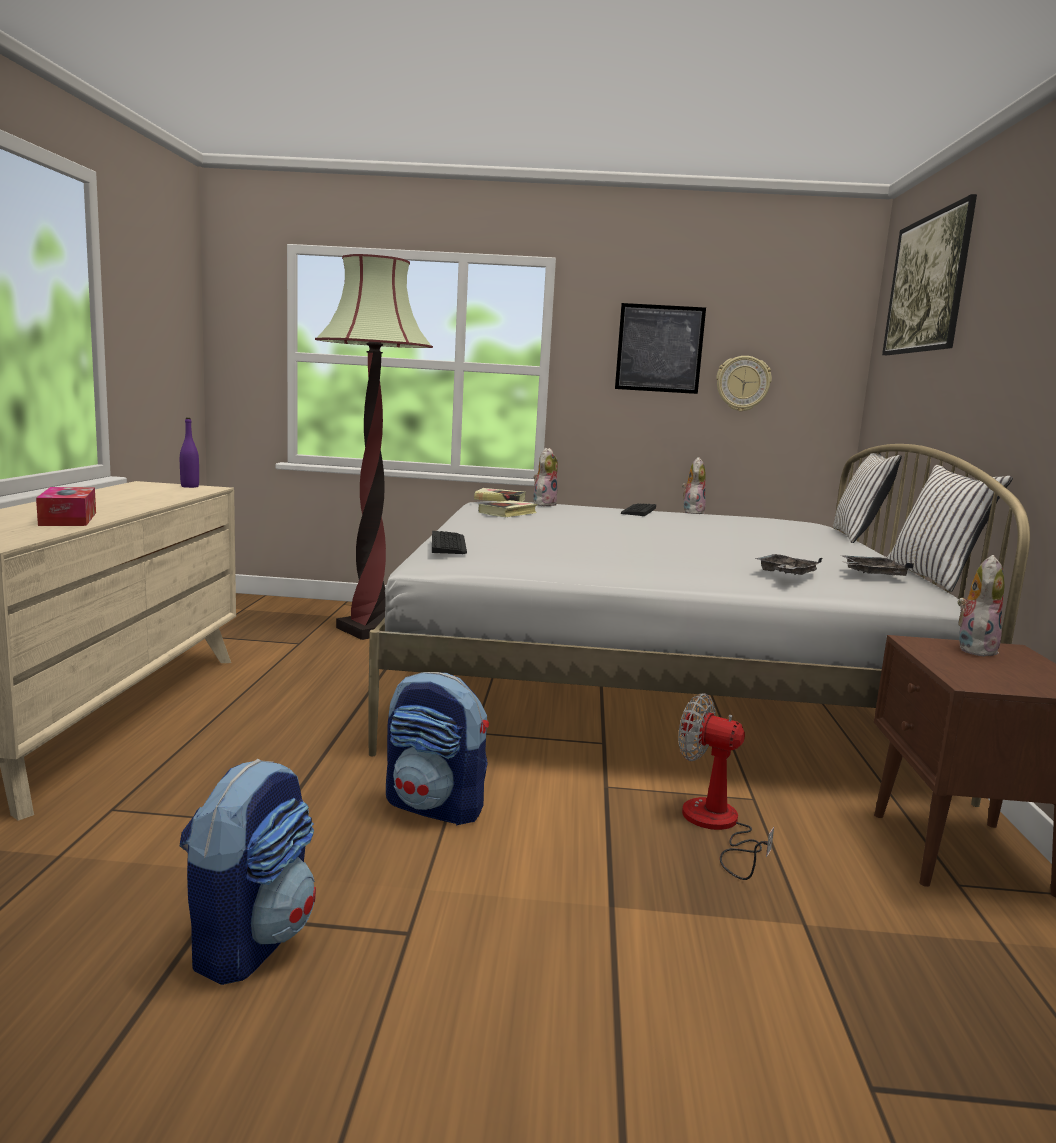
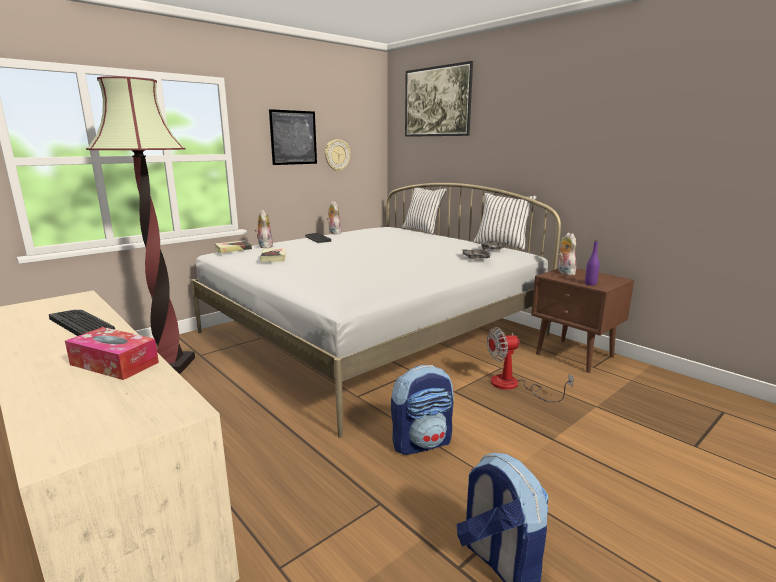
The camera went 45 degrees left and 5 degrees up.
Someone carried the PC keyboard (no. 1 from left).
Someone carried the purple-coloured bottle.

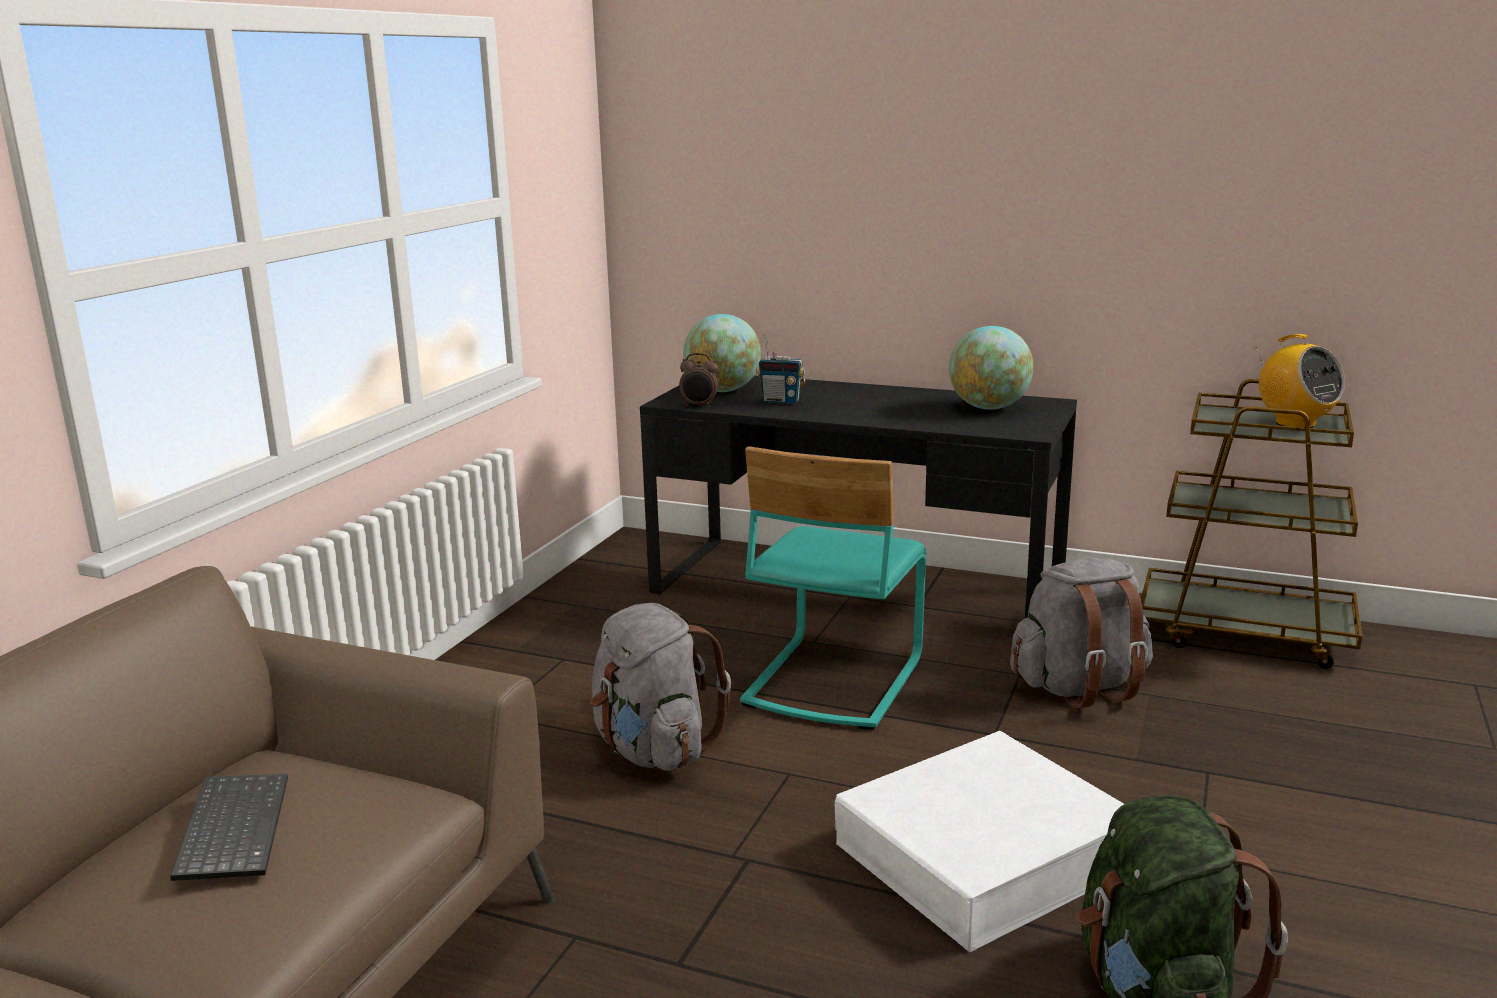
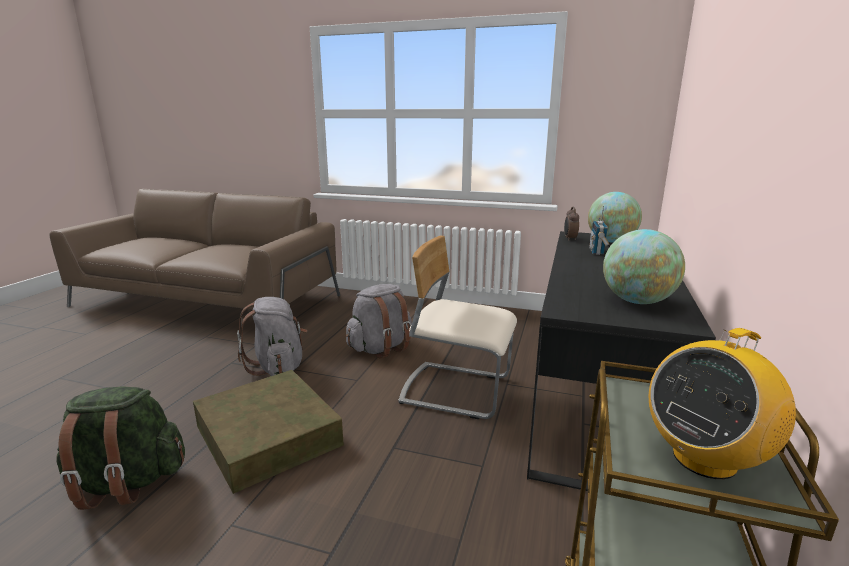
The camera went 85 degrees right and 0 degrees up.
Someone repainted the white-coloured storage box, which became the brown-coloured storage box.
Someone carried the grey backpack (no. 2 from left in the first image).
Someone repainted the turquoise-coloured upright chair, which became the sand-coloured upright chair.
Someone took away the PC keyboard.

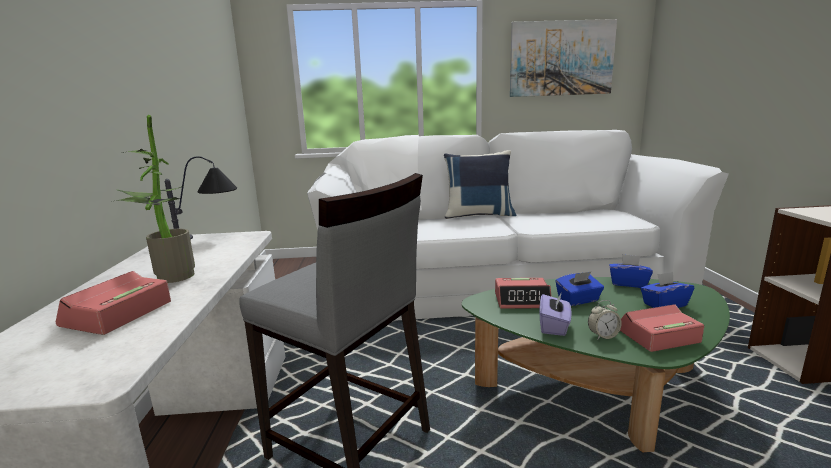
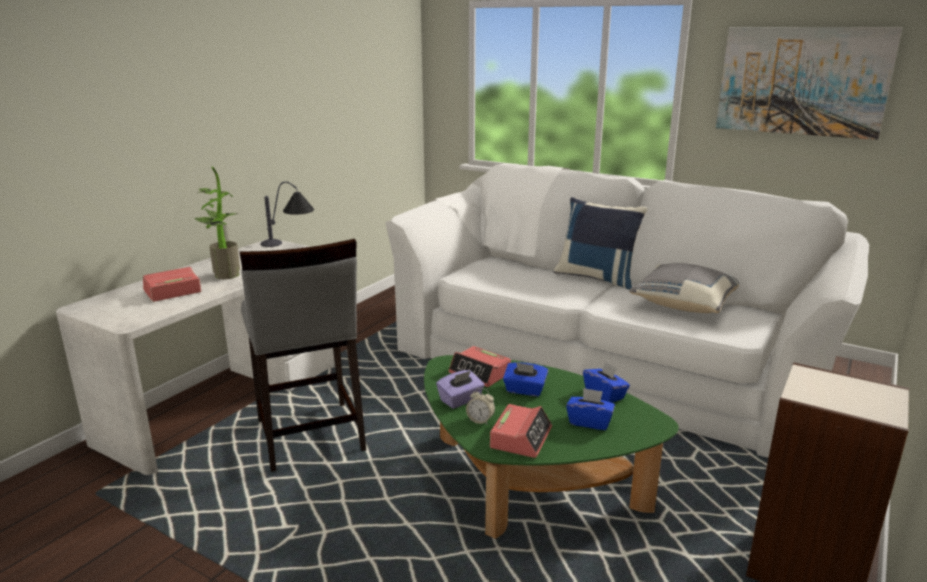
The camera went 35 degrees right and 5 degrees up.
Someone rotated the bedside clock (no. 4 from left) by 90 degrees clockwise.
Someone put down the grey cushion.

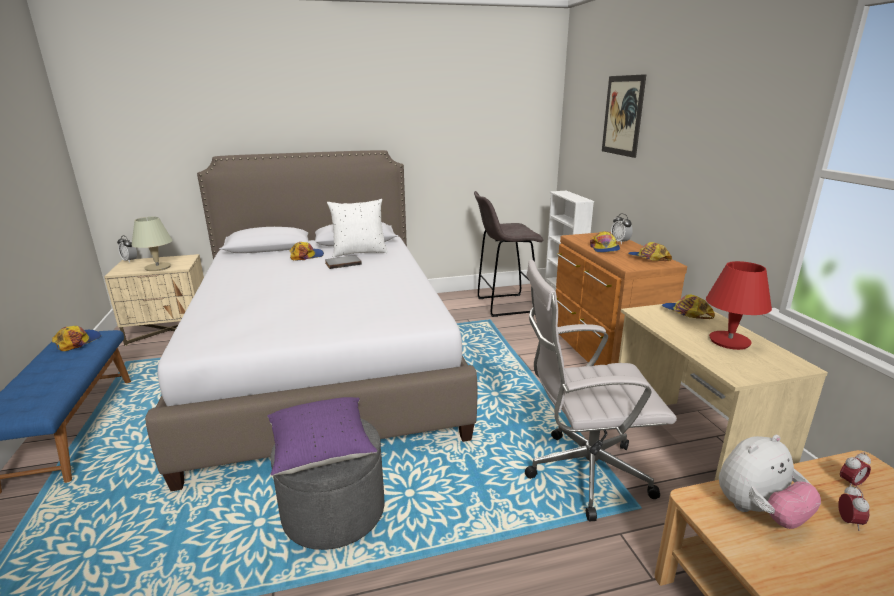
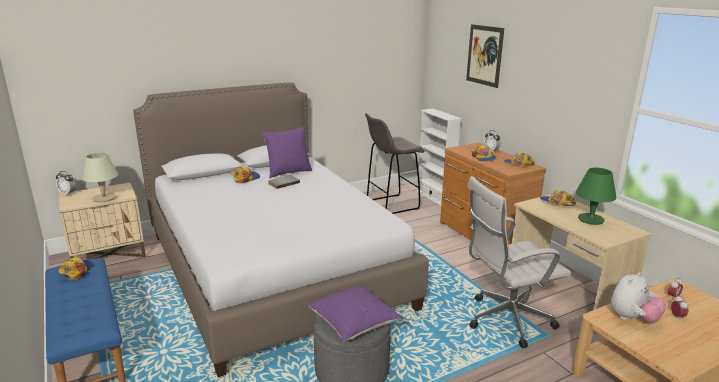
The camera went 15 degrees left and 0 degrees up.
Someone repainted the white-coloured cushion, which became the purple-coloured cushion (no. 1 from left).
Someone repainted the reddish lamp for a table, which became the green-coloured lamp for a table.

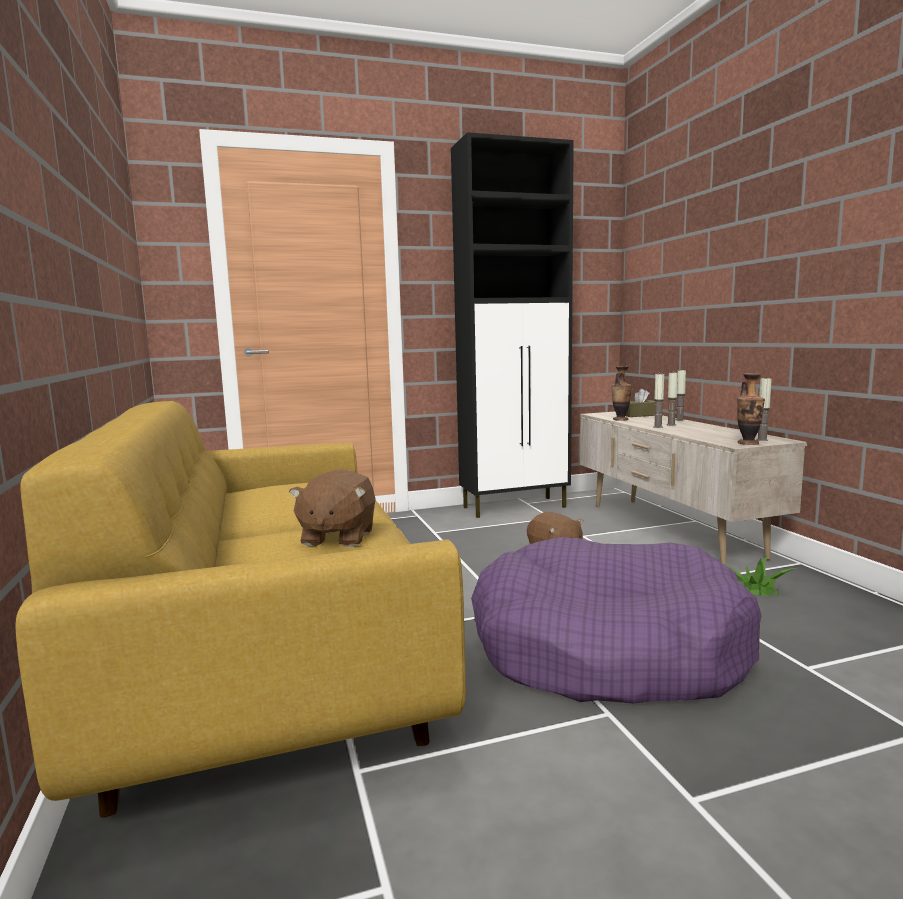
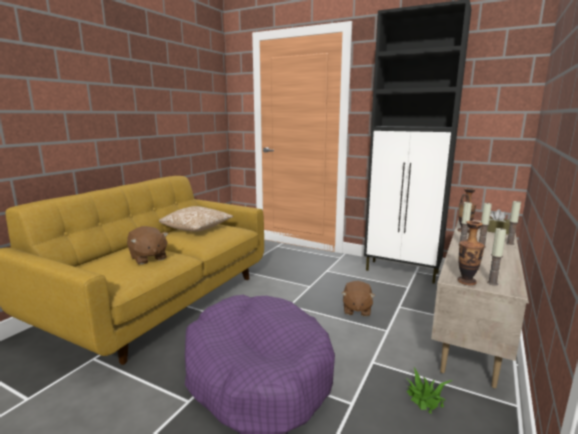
The camera went 45 degrees right and 5 degrees up.
Someone rotated the brown-coloured soft toy (no. 1 from left) by 90 degrees counterclockwise.
Someone put down the cushion.

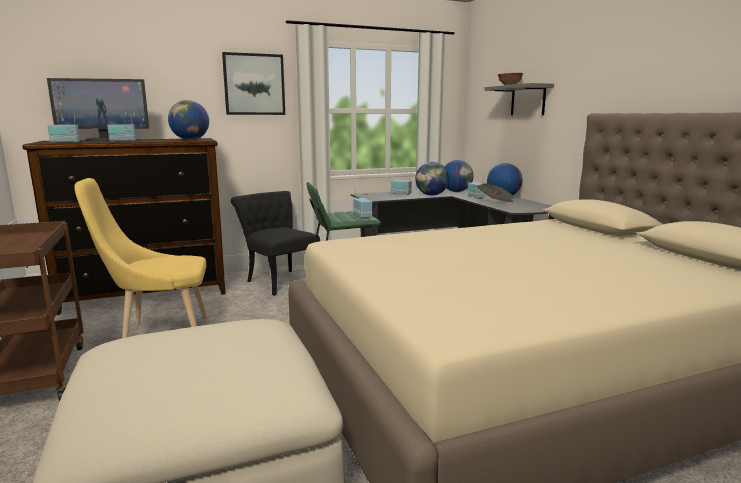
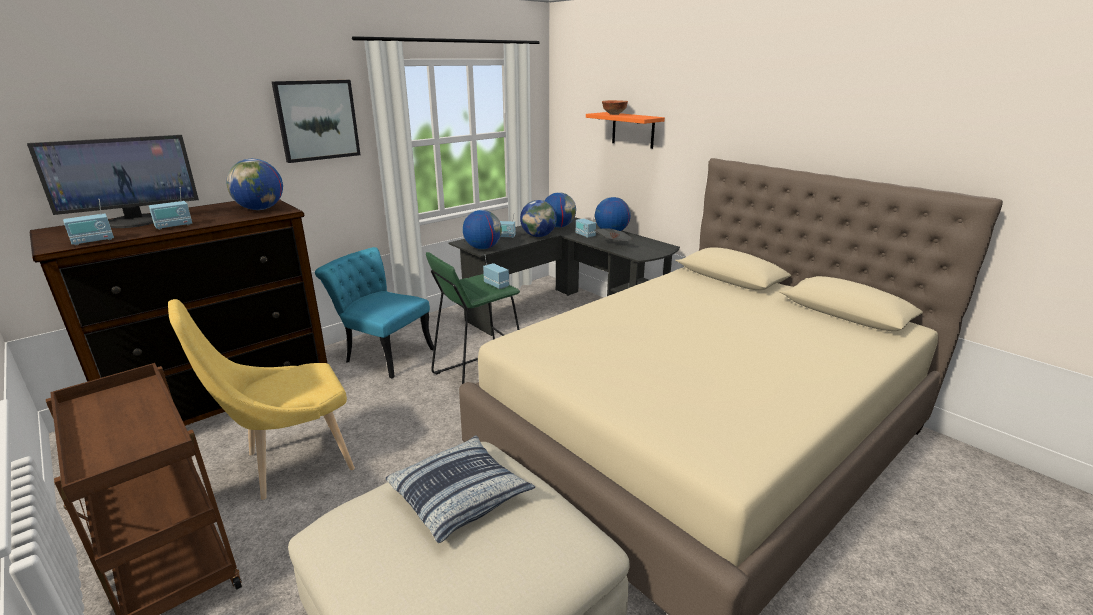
The camera went 20 degrees left and 10 degrees up.
Someone repainted the blackish upright chair, which became the turquoise-coloured upright chair.
Someone put down the cushion.
Someone put down the world globe (no. 2 from left).
Someone repainted the grey wall shelf, which became the orange wall shelf.

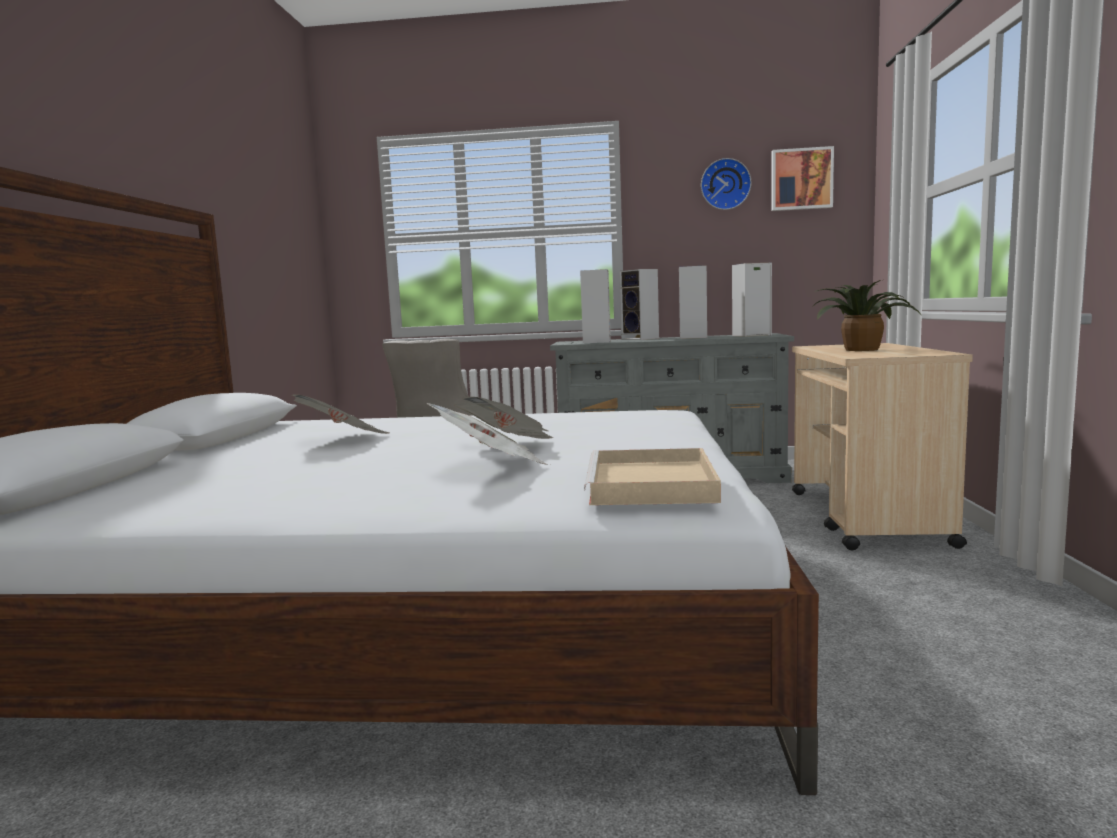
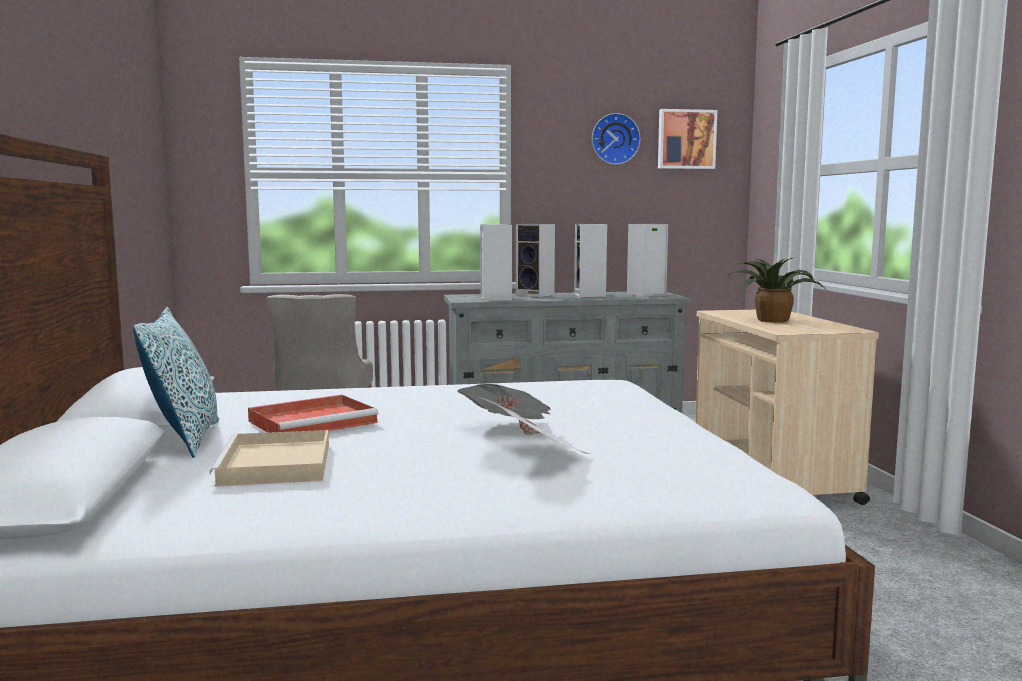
The camera went 15 degrees left and 0 degrees up.
Someone put down the cushion.
Someone carried the sand-coloured tray.
Someone swapped the newspaper (no. 1 from left) for the reddish tray.

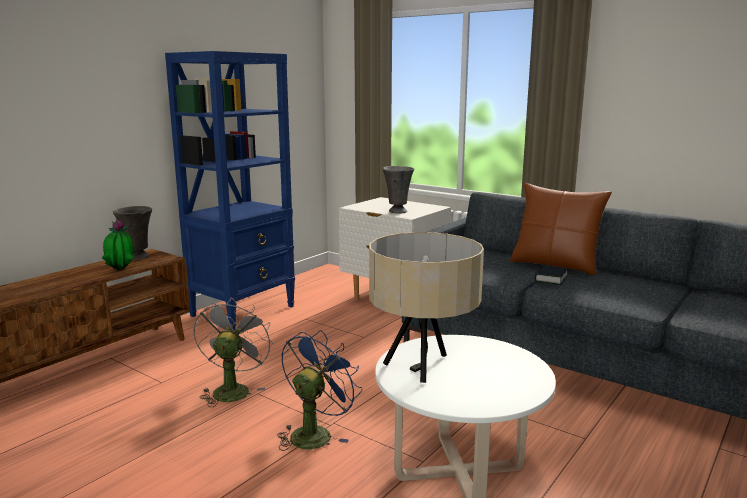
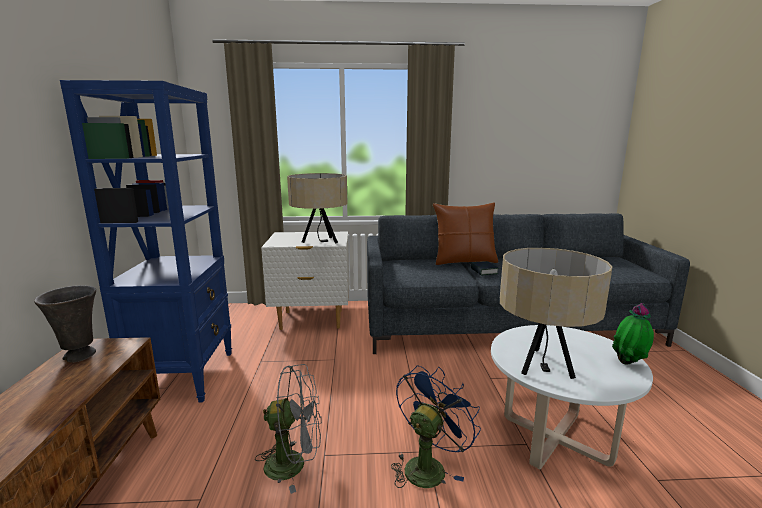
The camera went 40 degrees left and 0 degrees up.
Someone rotated the grey cooling fan by 120 degrees clockwise.
Someone swapped the grey decorative vase (no. 2 from left) for the sand-coloured lamp for a table (no. 1 from left).
Someone rotated the blue cooling fan by 45 degrees clockwise.
Someone carried the plant in a pot.

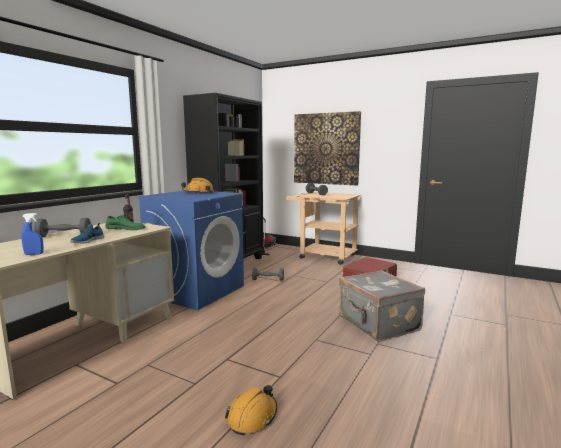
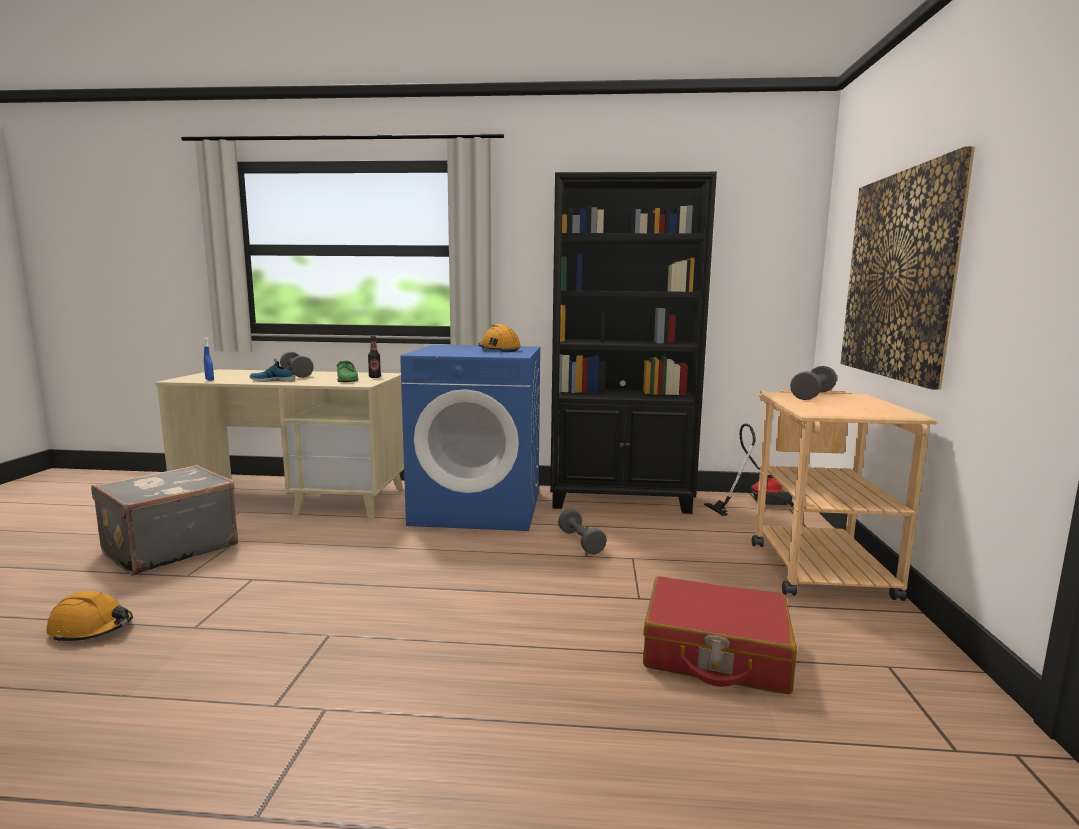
The camera went 65 degrees right and 0 degrees up.
Someone carried the grey travel case.

